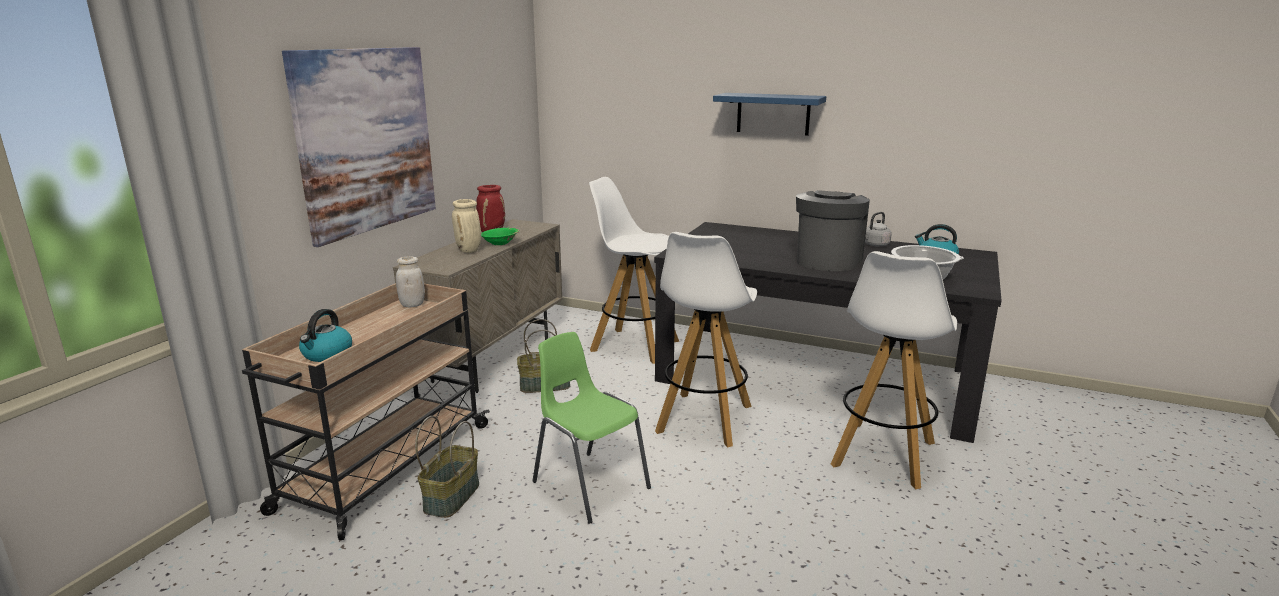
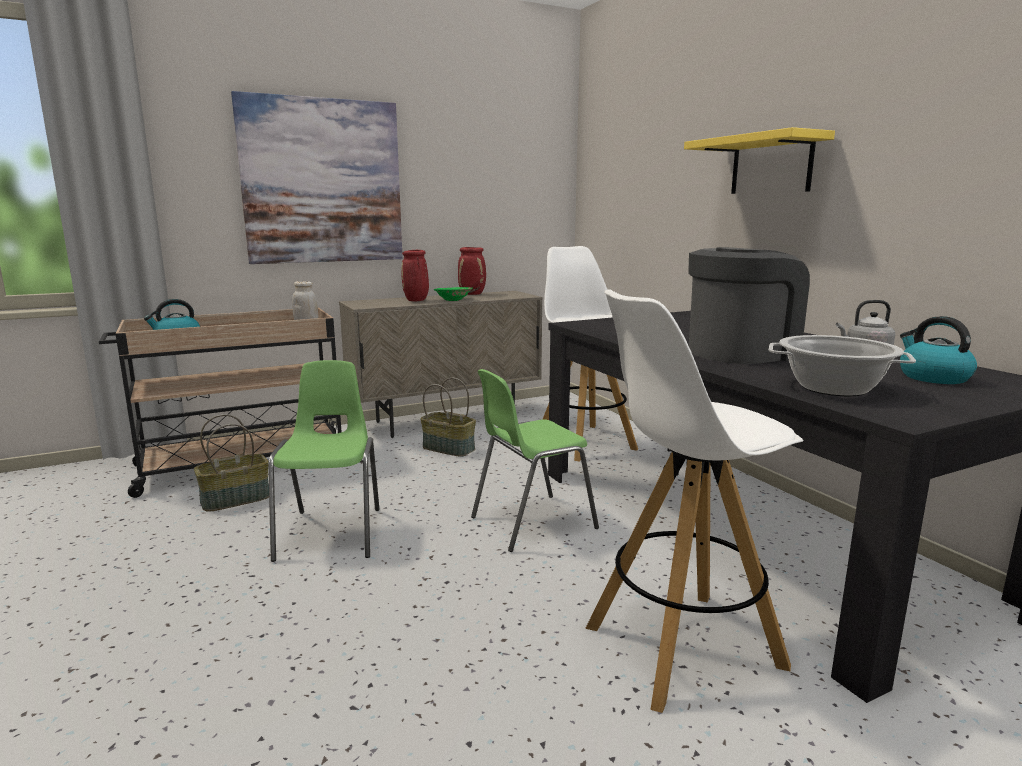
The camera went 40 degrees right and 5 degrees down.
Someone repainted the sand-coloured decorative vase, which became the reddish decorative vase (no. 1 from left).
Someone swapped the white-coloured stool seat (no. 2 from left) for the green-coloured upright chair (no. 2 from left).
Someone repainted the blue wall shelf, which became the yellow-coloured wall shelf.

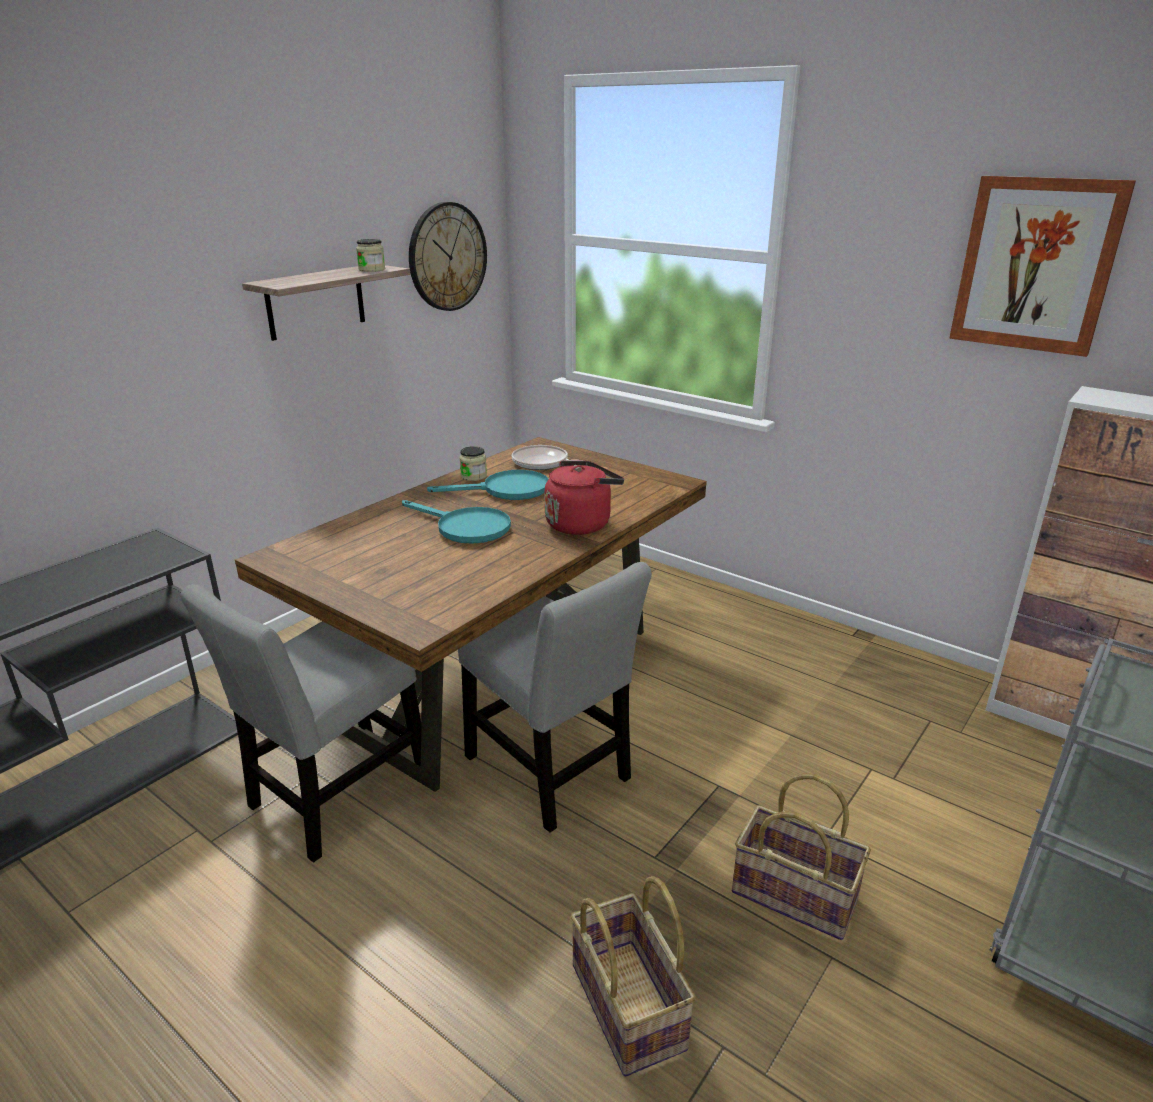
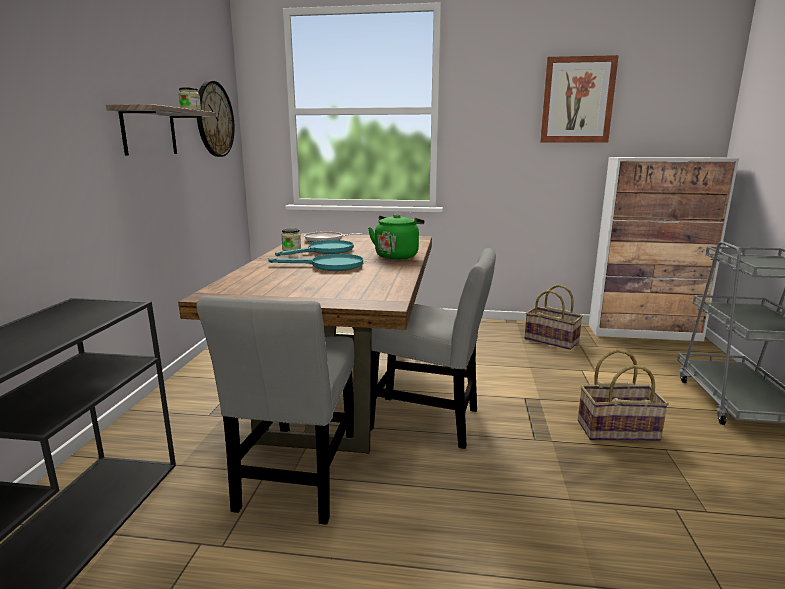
The camera went 30 degrees left and 10 degrees down.
Someone repainted the reddish tea kettle, which became the green-coloured tea kettle.
Someone carried the household basket (no. 1 from left).

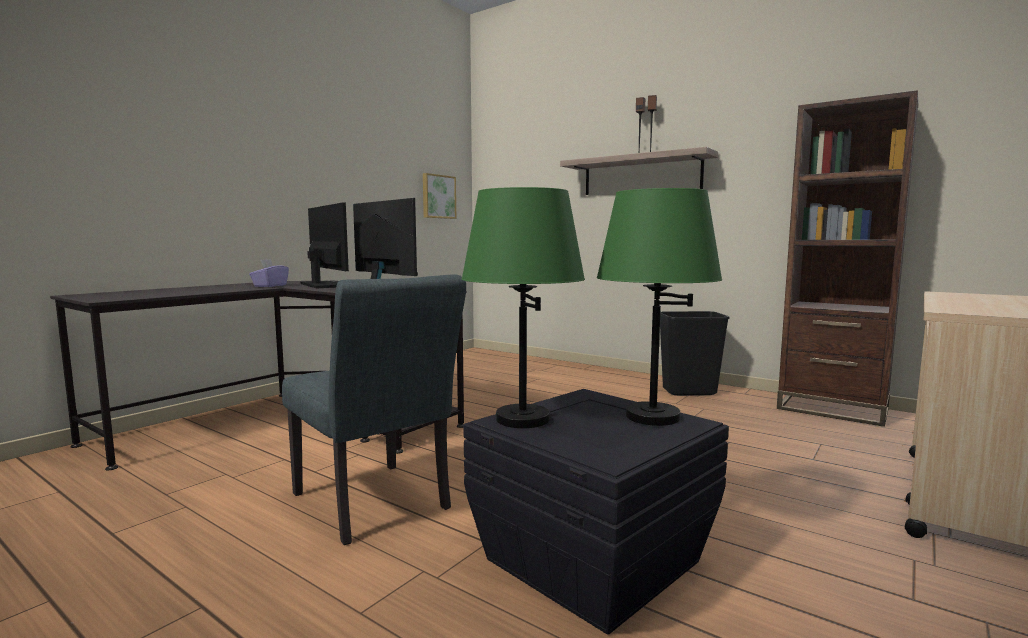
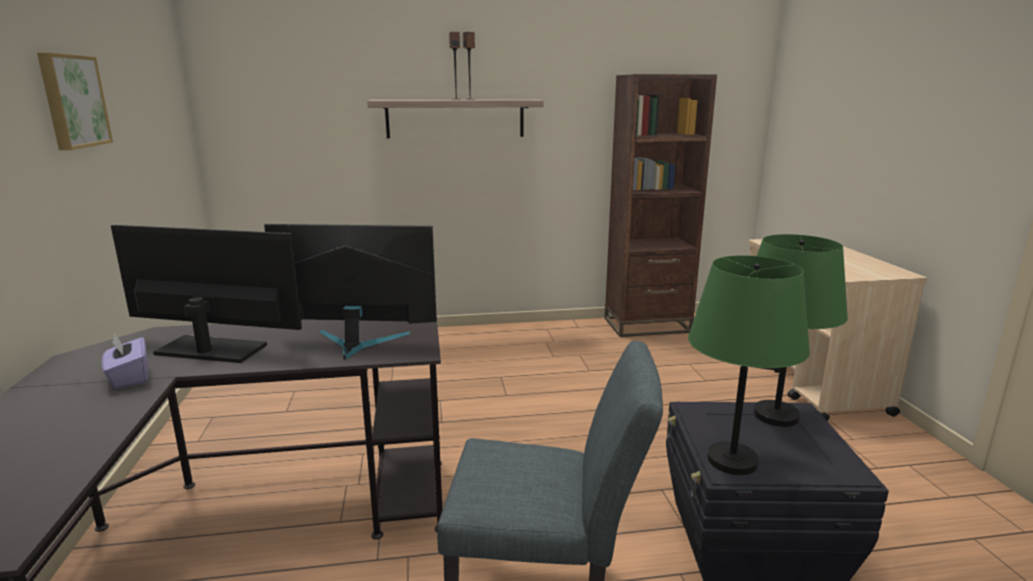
The camera went 45 degrees left and 10 degrees up.
Someone carried the picture.
Someone took away the blackish rubbish bin.

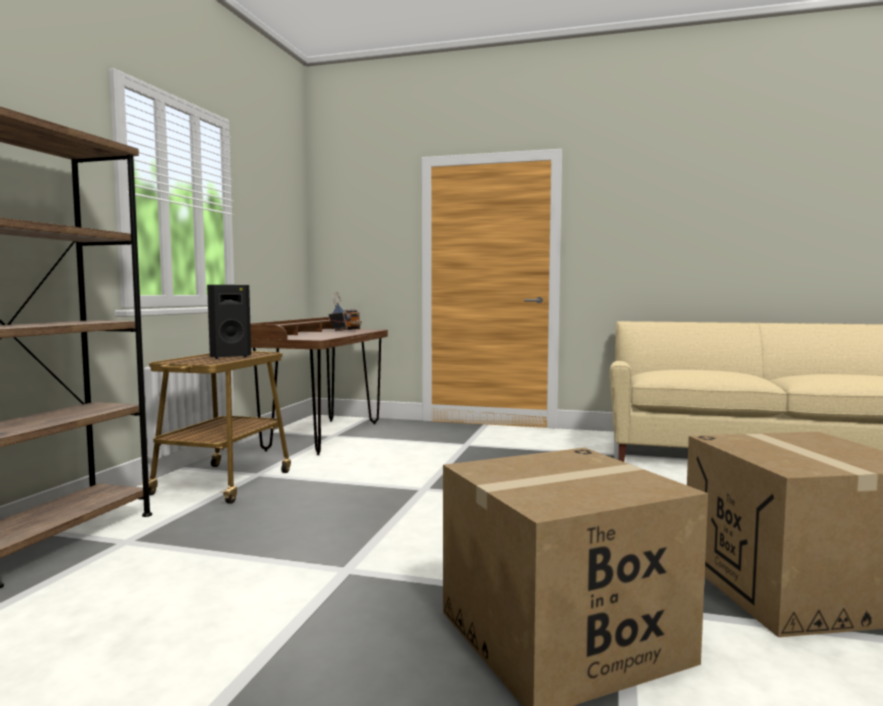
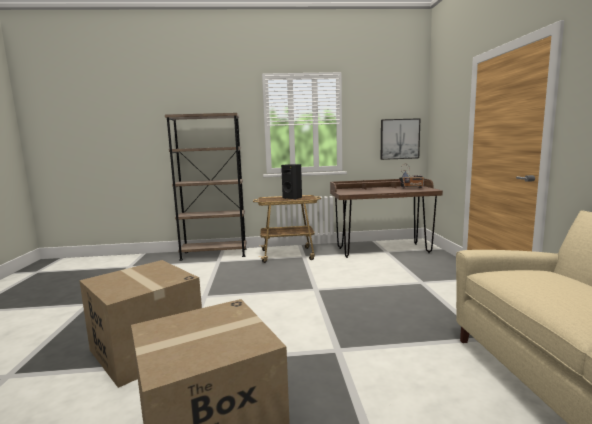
The camera went 70 degrees right and 5 degrees up.
Someone put up the picture.

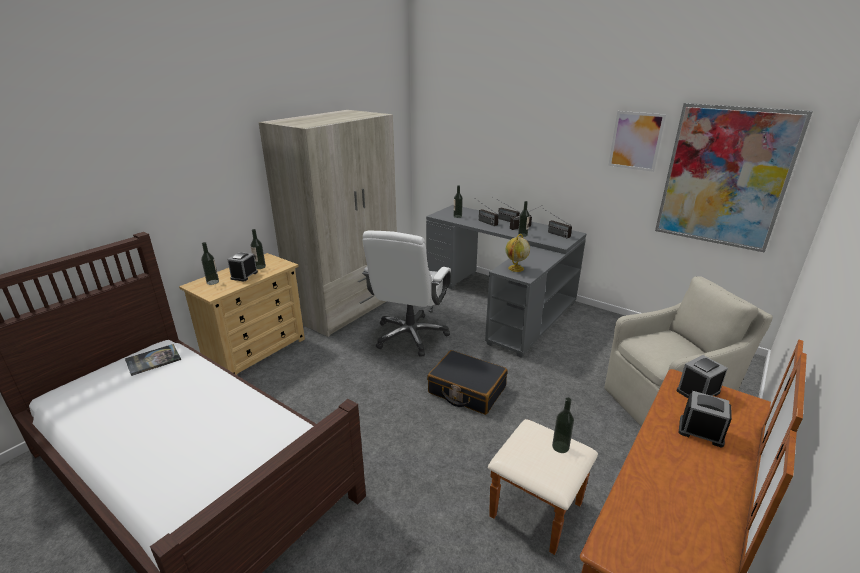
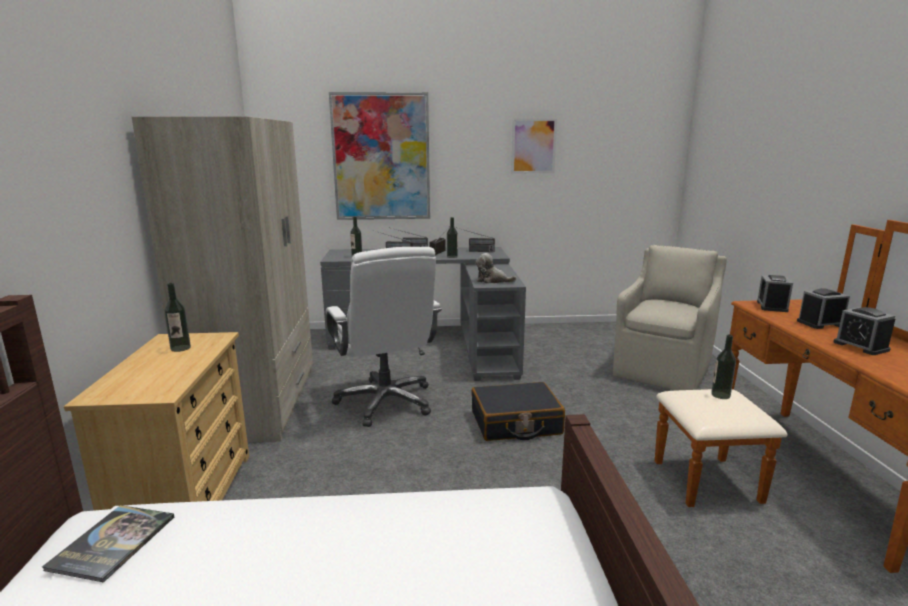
The camera went 40 degrees left and 10 degrees down.
Someone carried the picture (no. 2 from left in the first image).
Someone swapped the world globe for the soft toy.
Someone carried the bedside clock (no. 1 from left in the first image).
Someone took away the bottle (no. 1 from left).

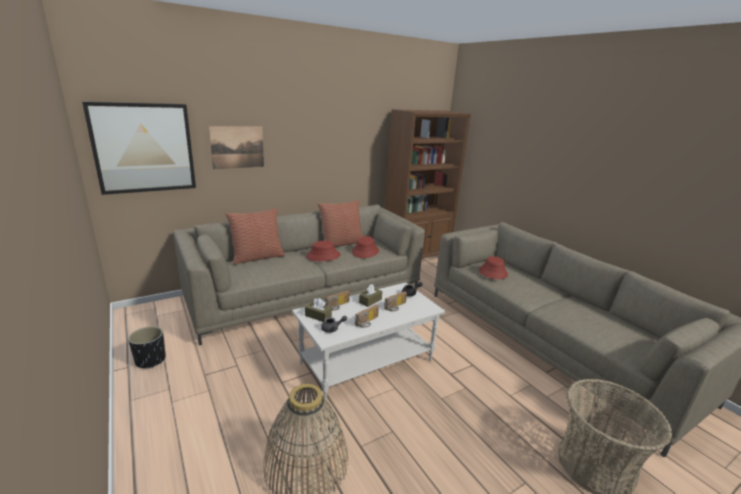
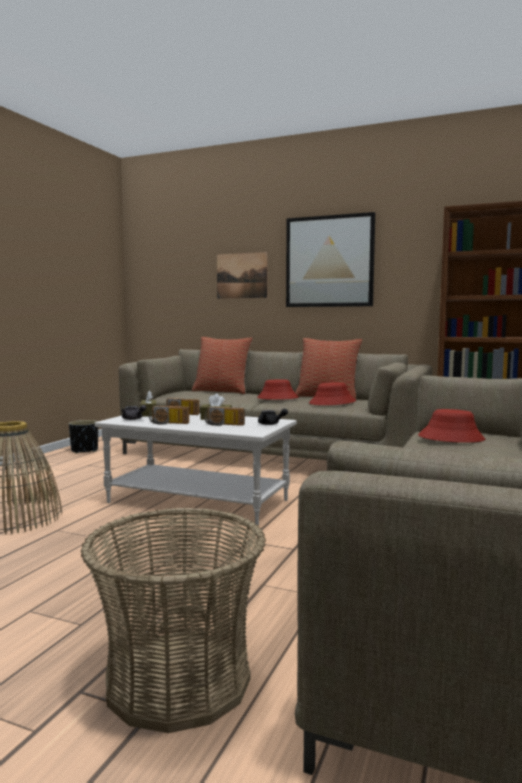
The camera went 55 degrees right and 15 degrees down.
Someone carried the picture (no. 1 from left in the first image).

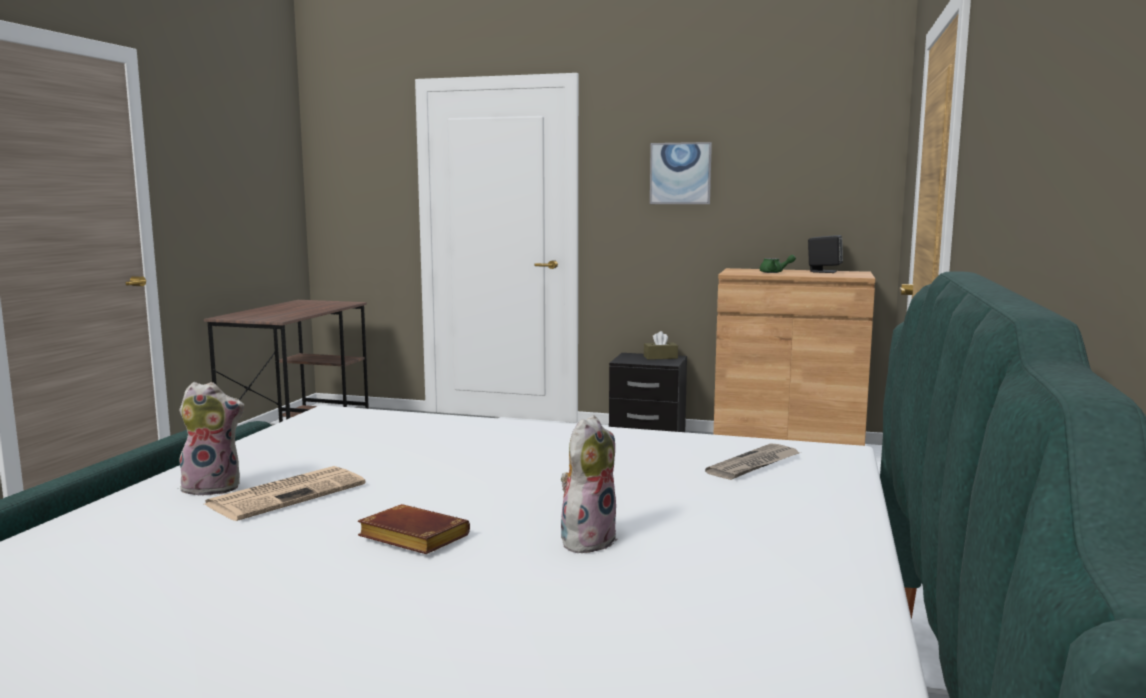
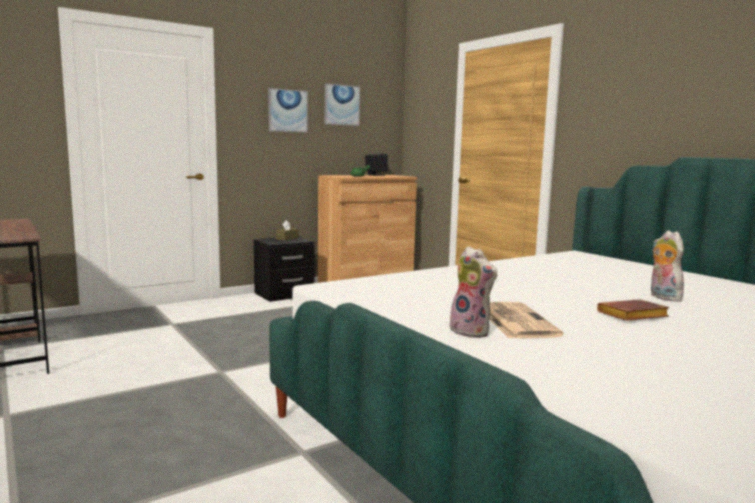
The camera went 50 degrees left and 0 degrees up.
Someone put up the picture (no. 2 from left).
Someone rotated the soft toy (no. 1 from left) by 105 degrees clockwise.
Someone took away the newspaper (no. 2 from left).

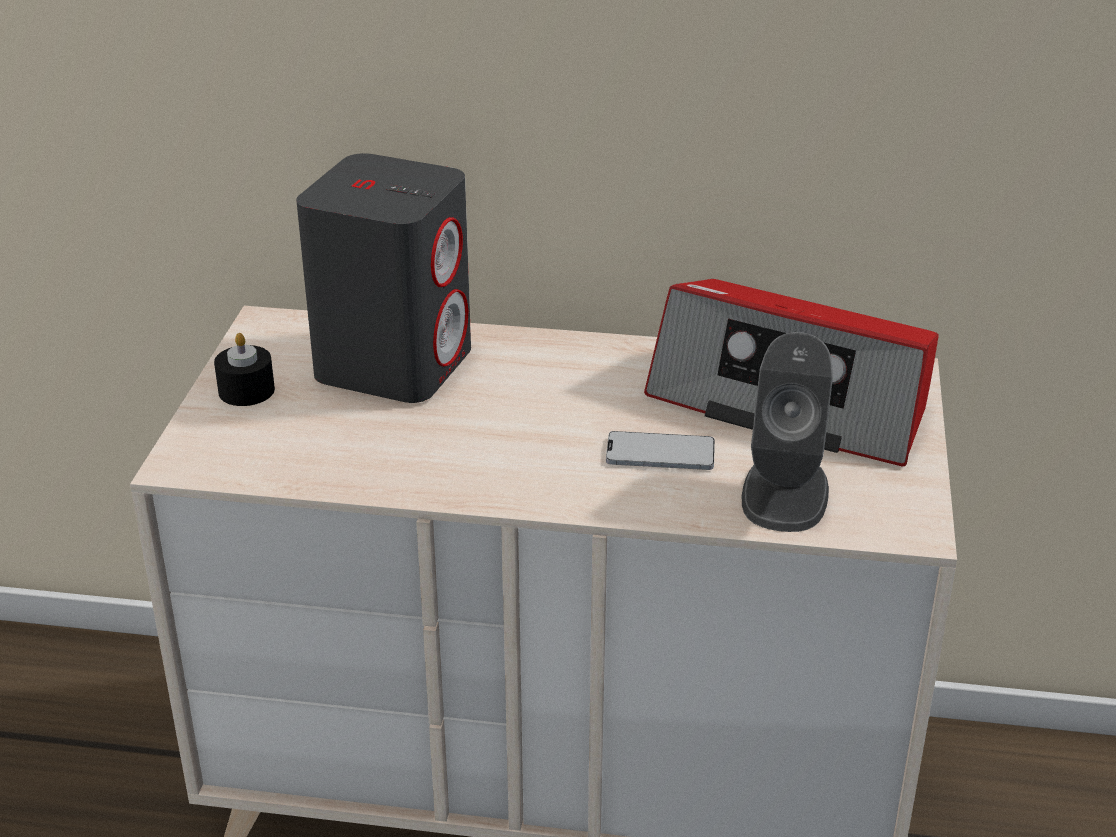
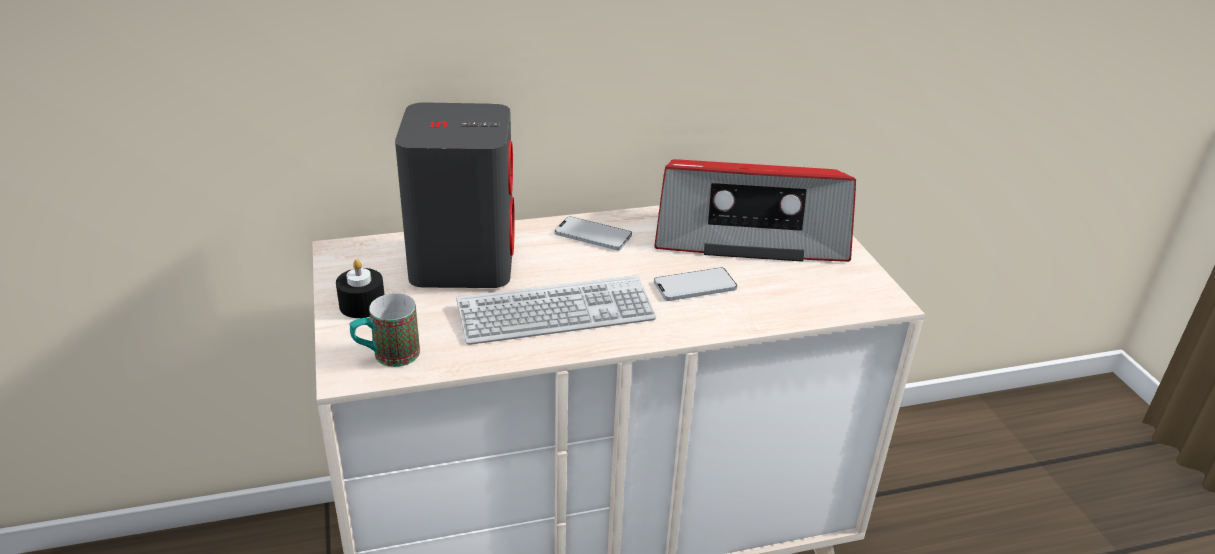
The camera went 25 degrees left and 0 degrees up.
Someone put down the mug.
Someone put down the PC keyboard.
Someone put down the telephone (no. 1 from left).
Someone took away the grey loudspeaker (no. 2 from left).

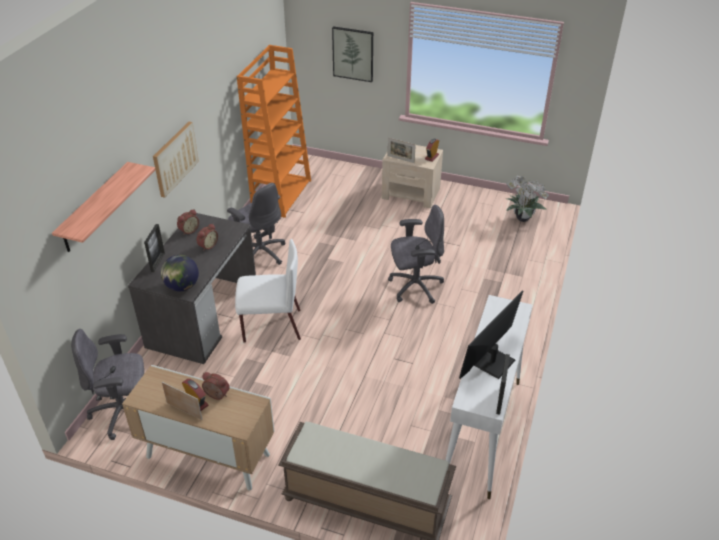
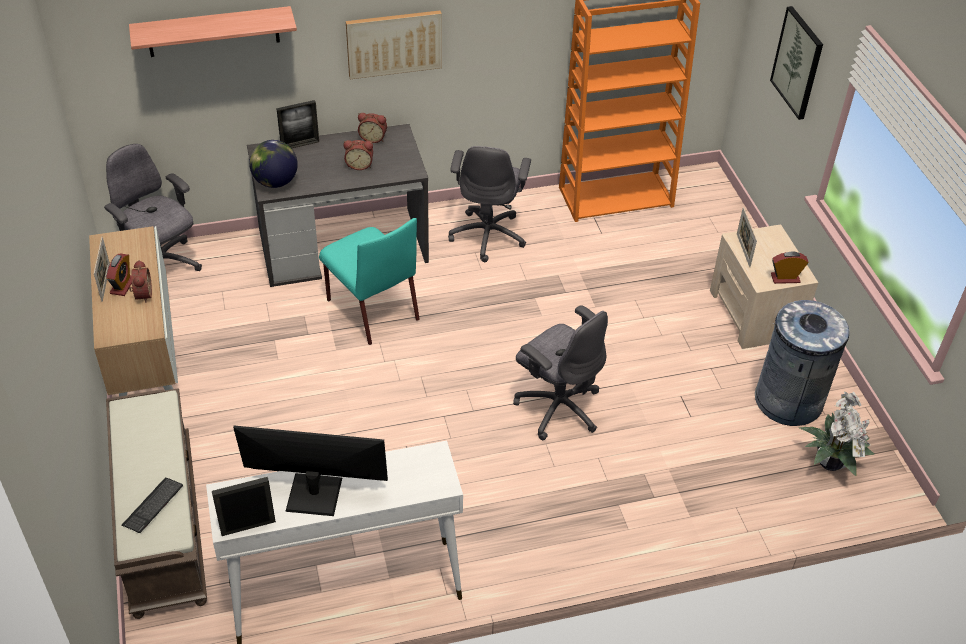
The camera went 55 degrees right and 5 degrees up.
Someone put down the PC keyboard.
Someone repainted the white-coloured upright chair, which became the turquoise-coloured upright chair.
Someone put down the grey rubbish bin.

